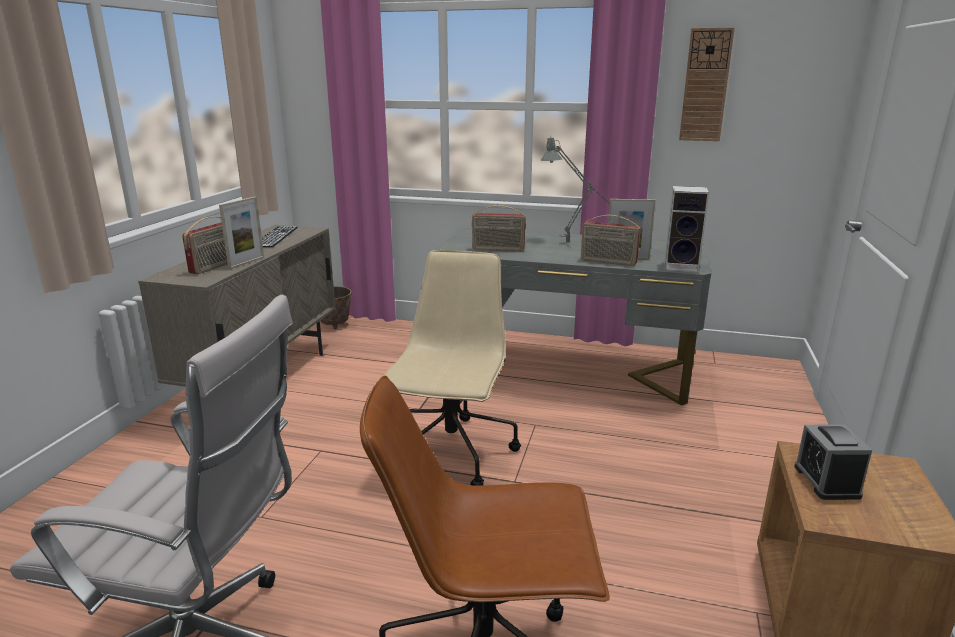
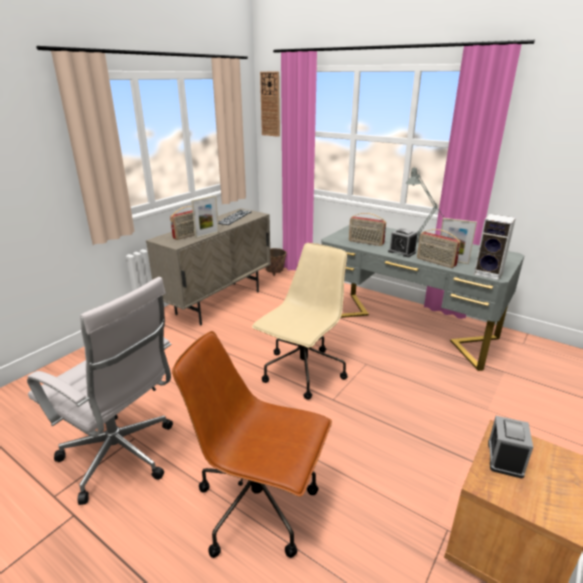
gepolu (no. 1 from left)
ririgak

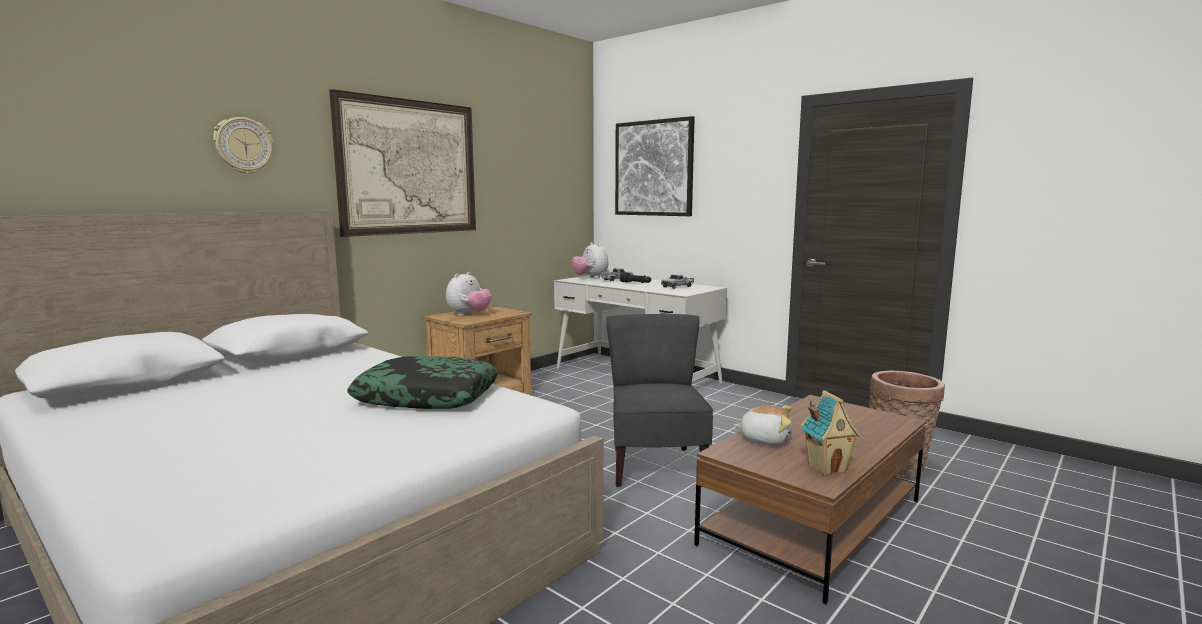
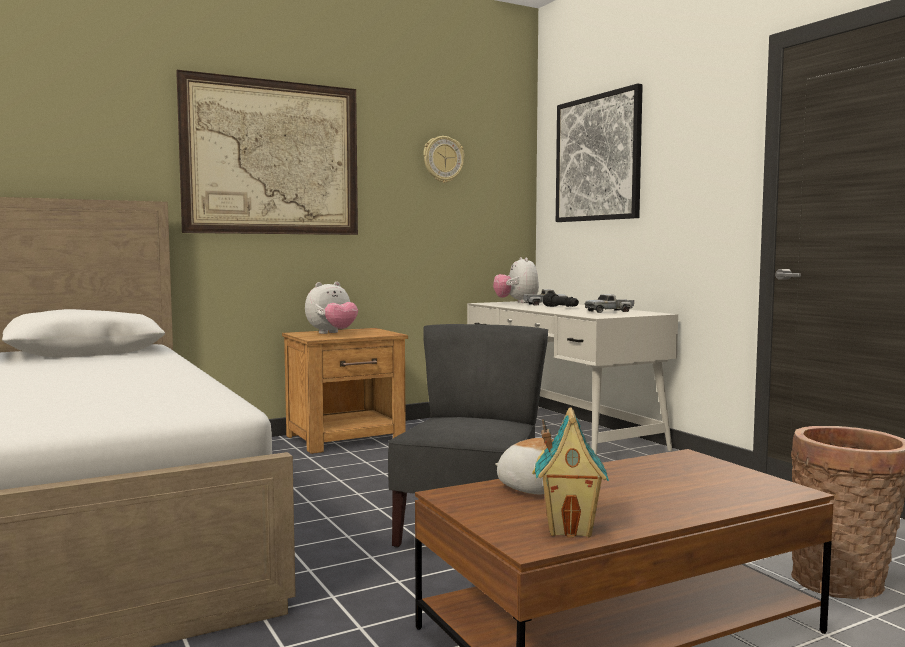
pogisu
ririgak

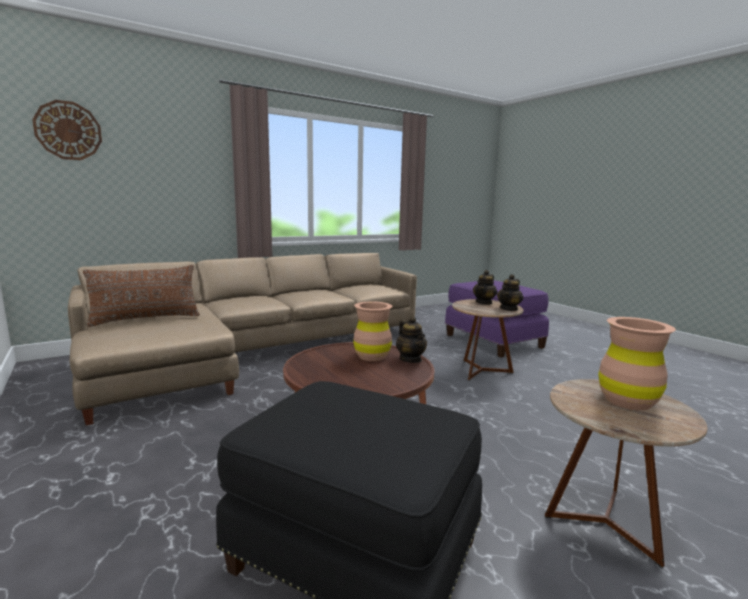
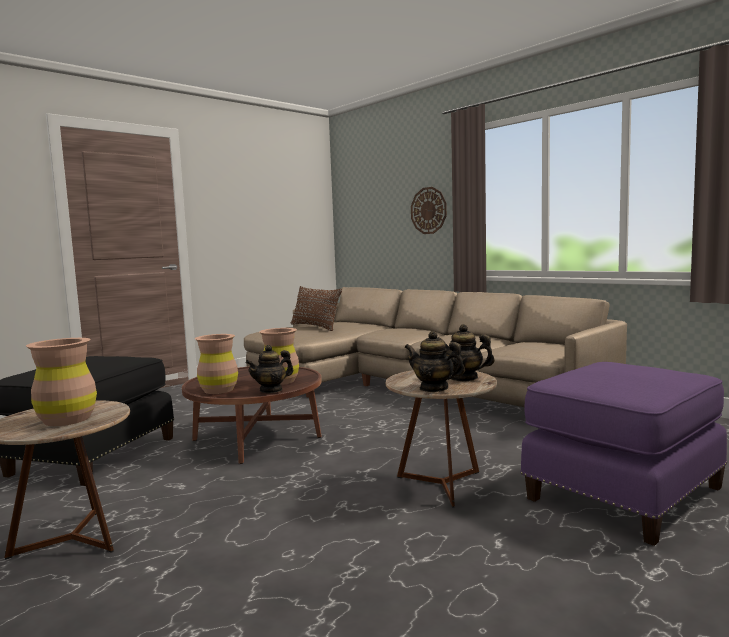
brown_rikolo (no. 2 from left)
ririgak

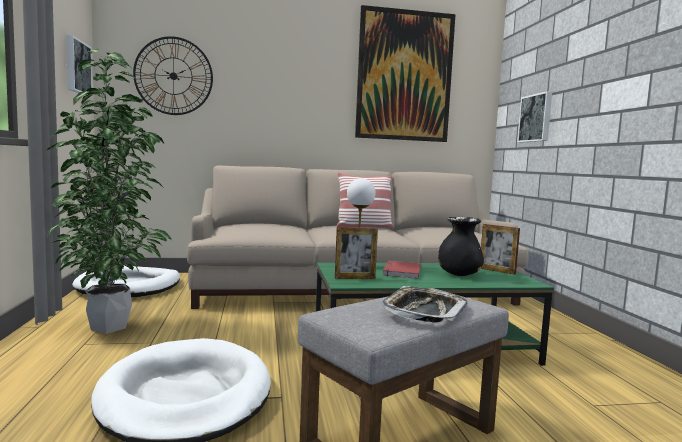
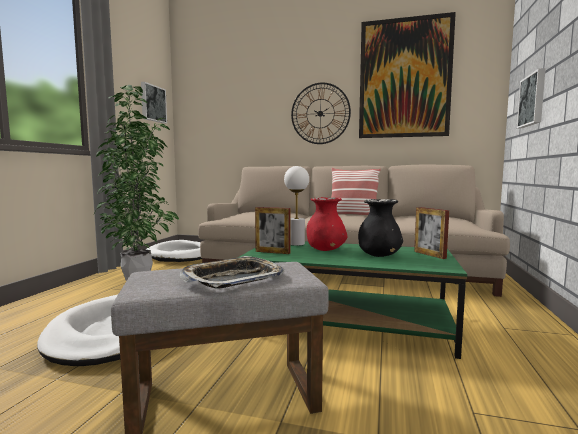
ririgak
red_rikolo

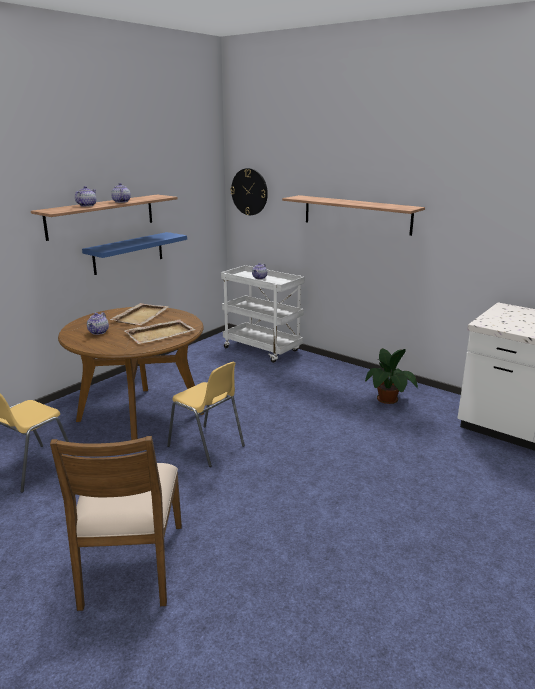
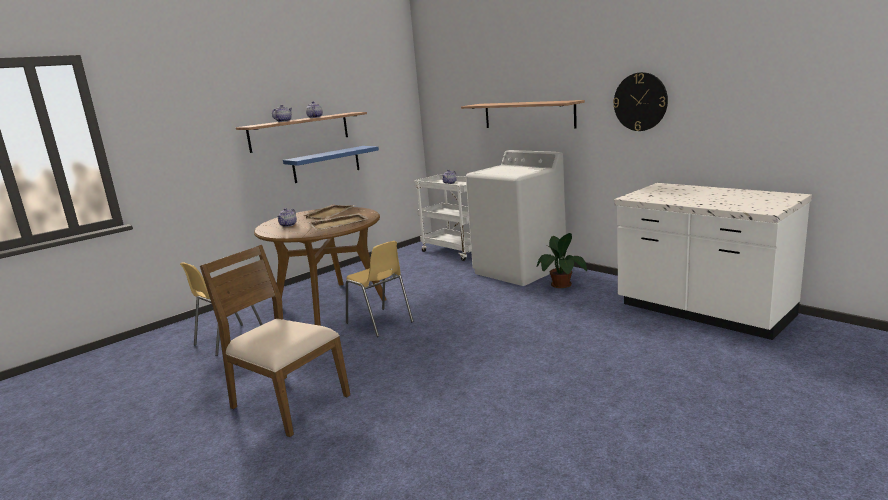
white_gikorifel
ririgak
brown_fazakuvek

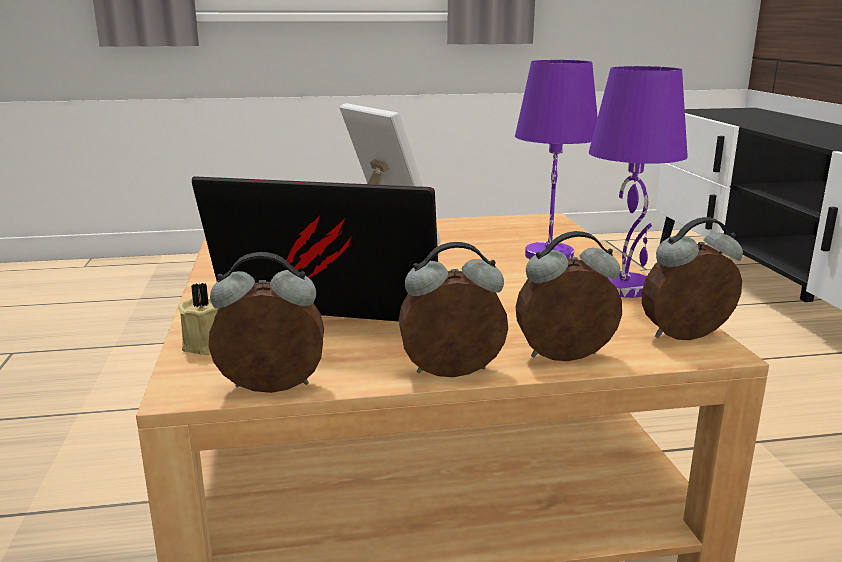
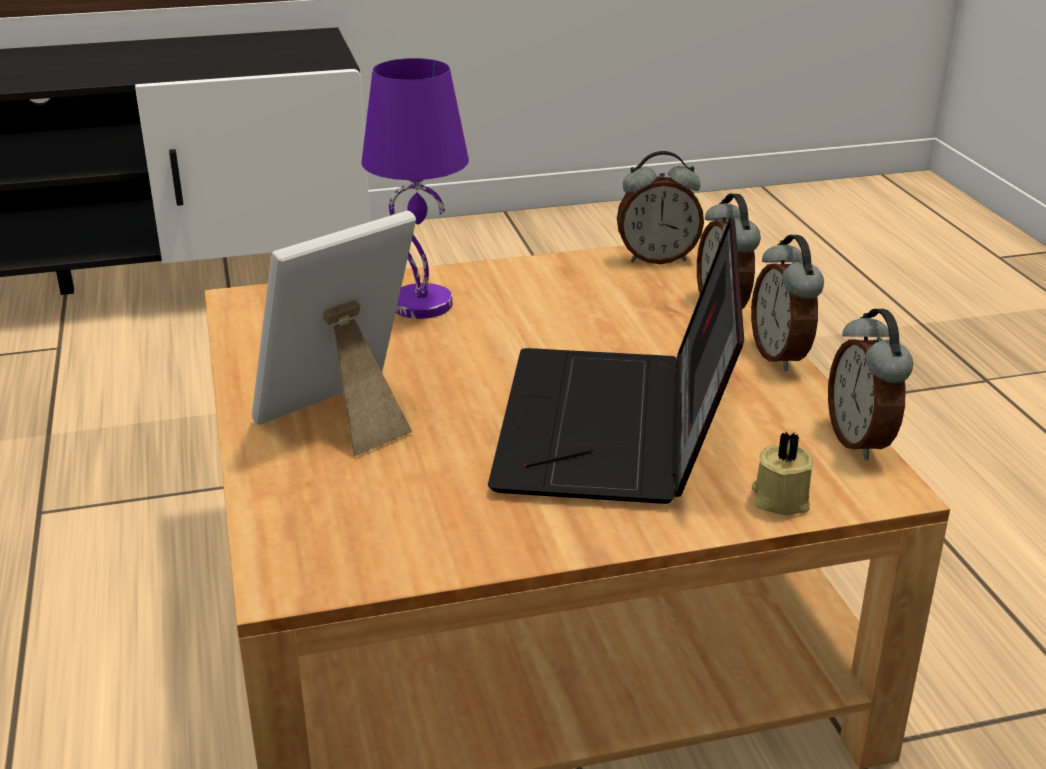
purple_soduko (no. 2 from left in the first image)
gepolu (no. 1 from left)

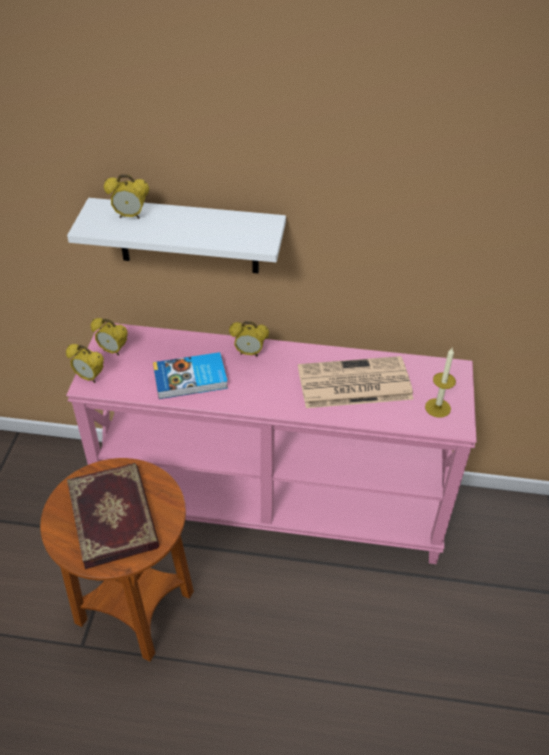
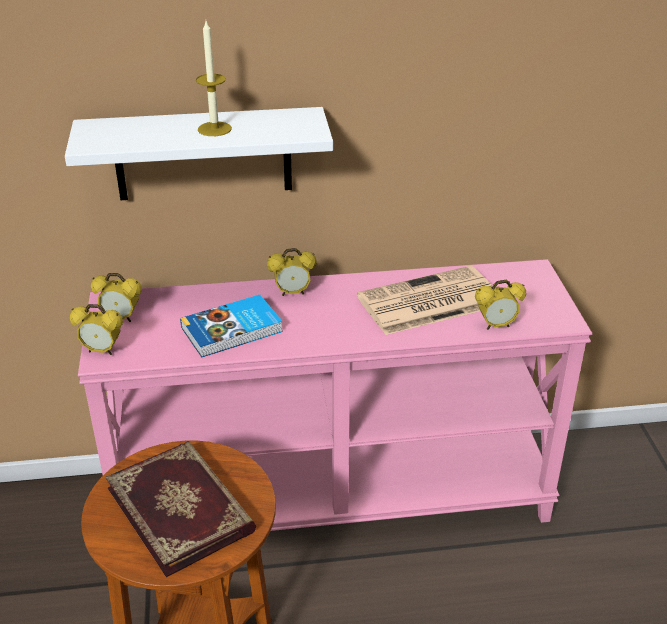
gepolu (no. 4 from left)
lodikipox

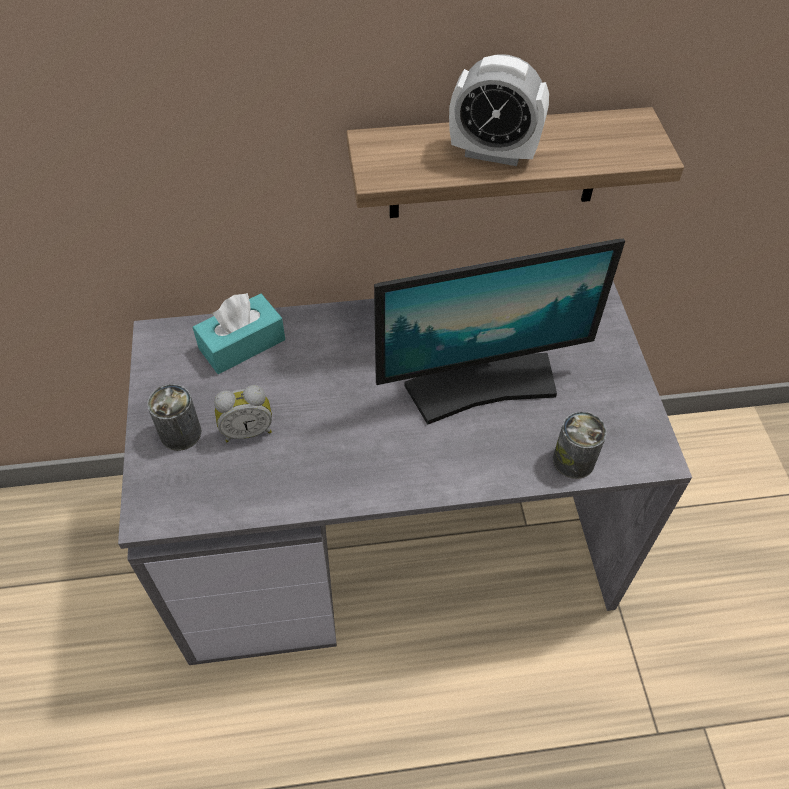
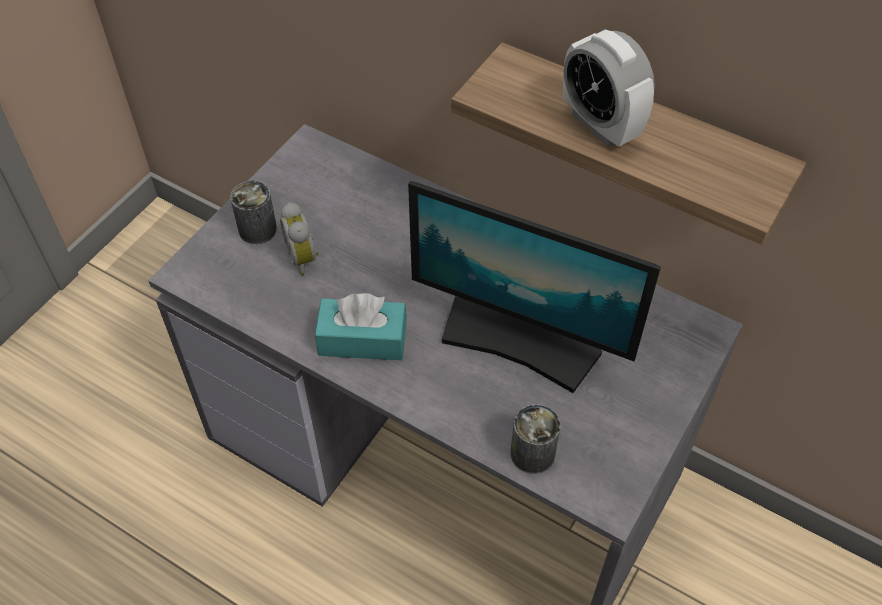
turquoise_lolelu
gepolu (no. 1 from left)

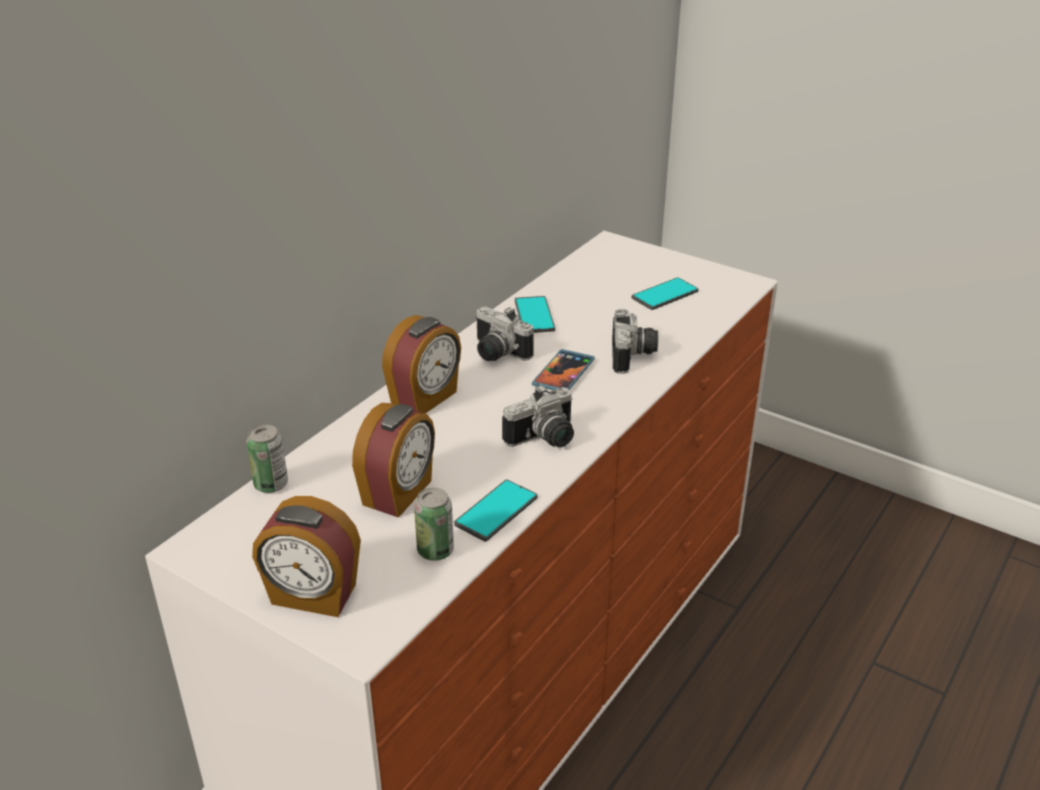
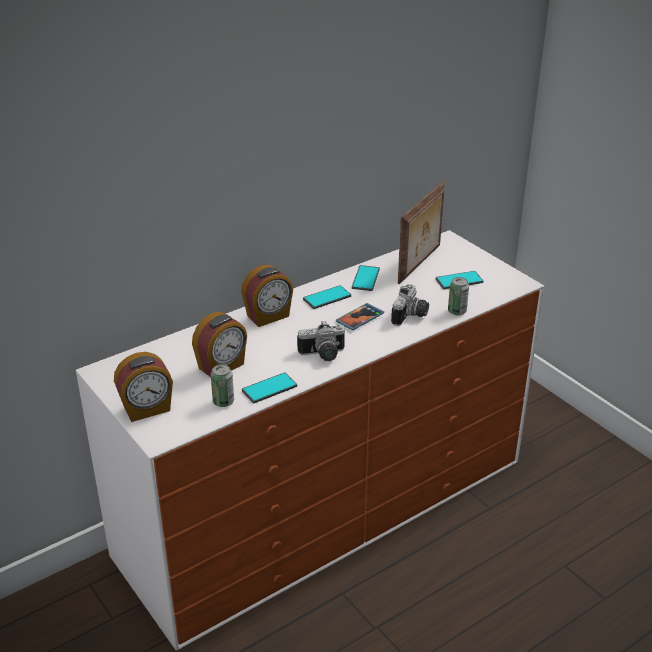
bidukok
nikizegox (no. 2 from left)
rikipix (no. 2 from left)
gepolu (no. 1 from left)

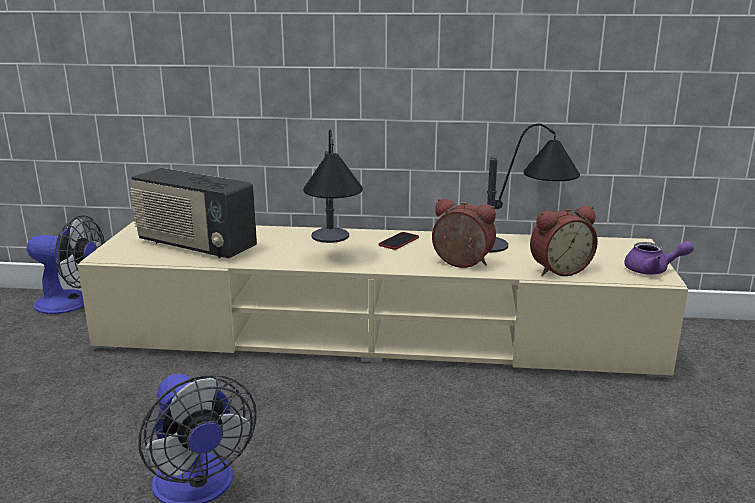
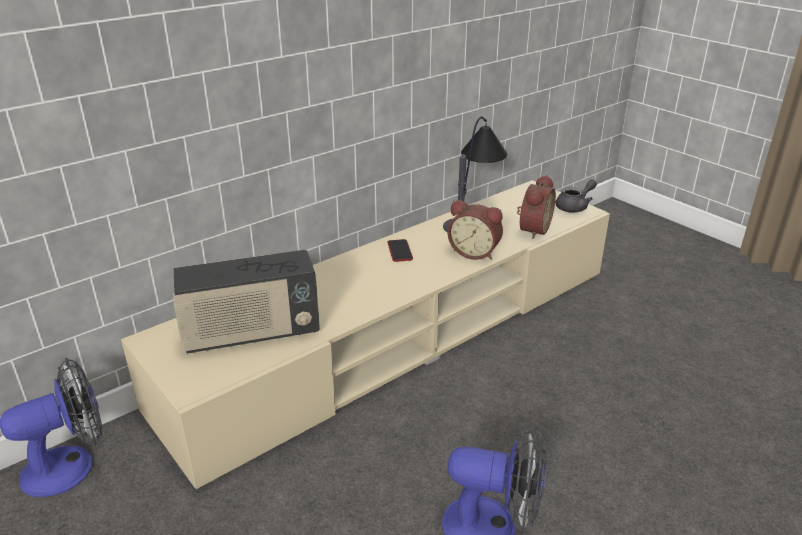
soduko (no. 1 from left in the first image)
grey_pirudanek
gepolu (no. 1 from left)

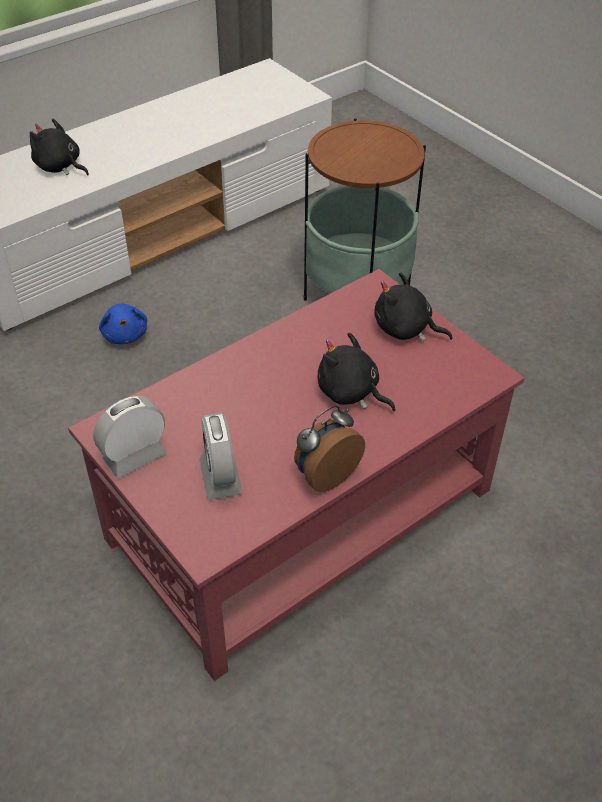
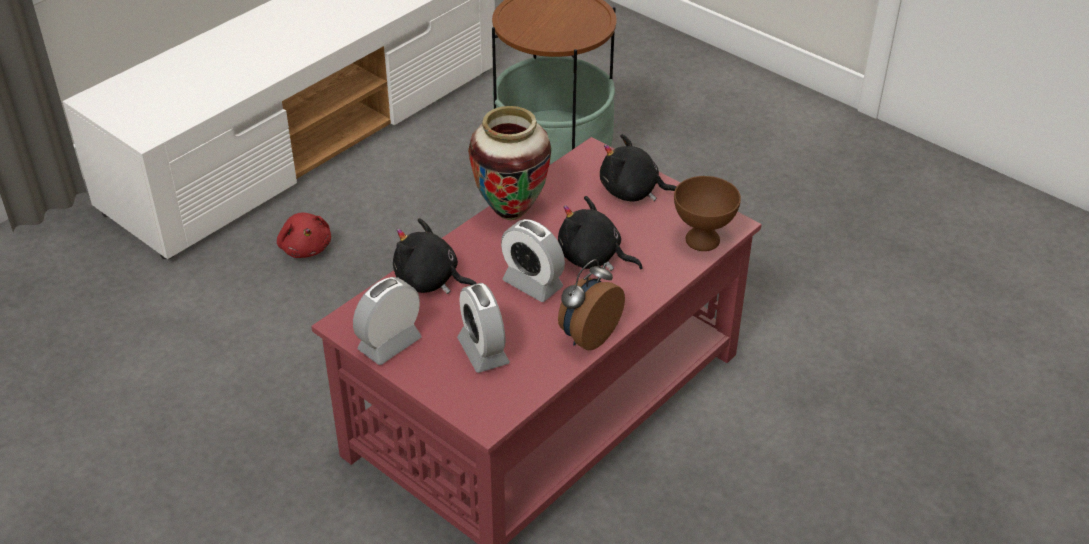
rikolo
gepolu (no. 3 from left)
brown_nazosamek
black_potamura (no. 1 from left)
red_potamura

